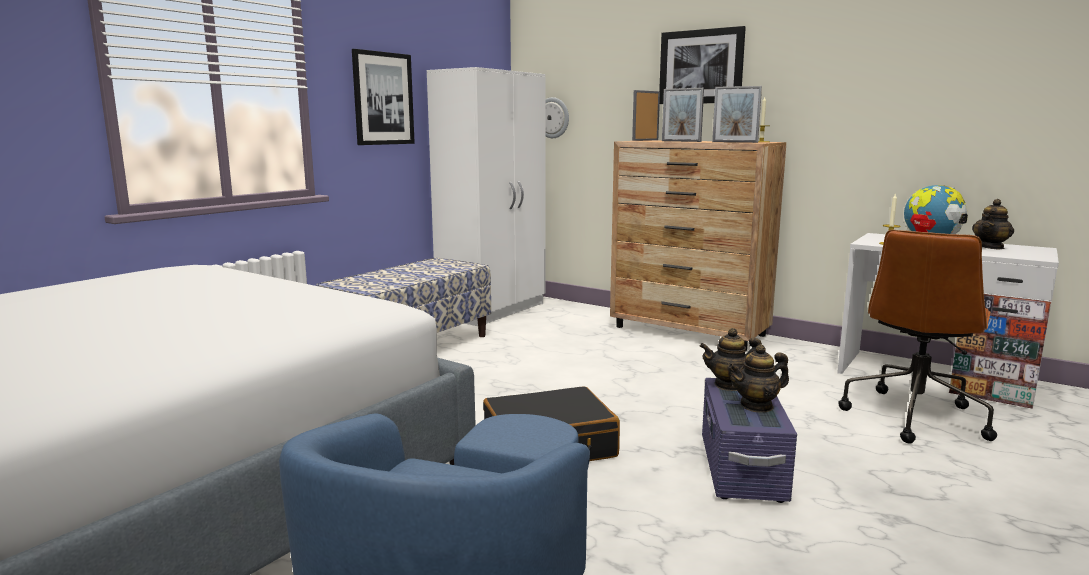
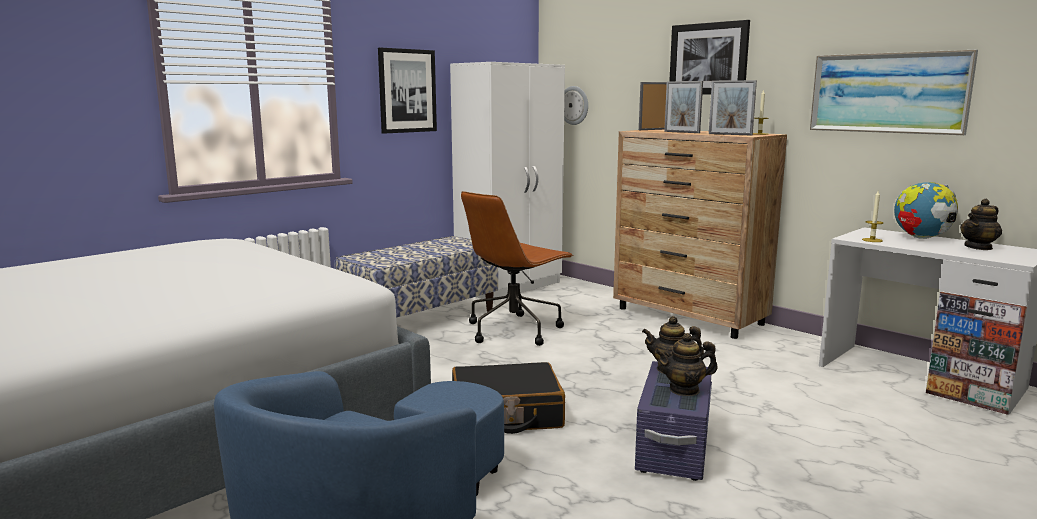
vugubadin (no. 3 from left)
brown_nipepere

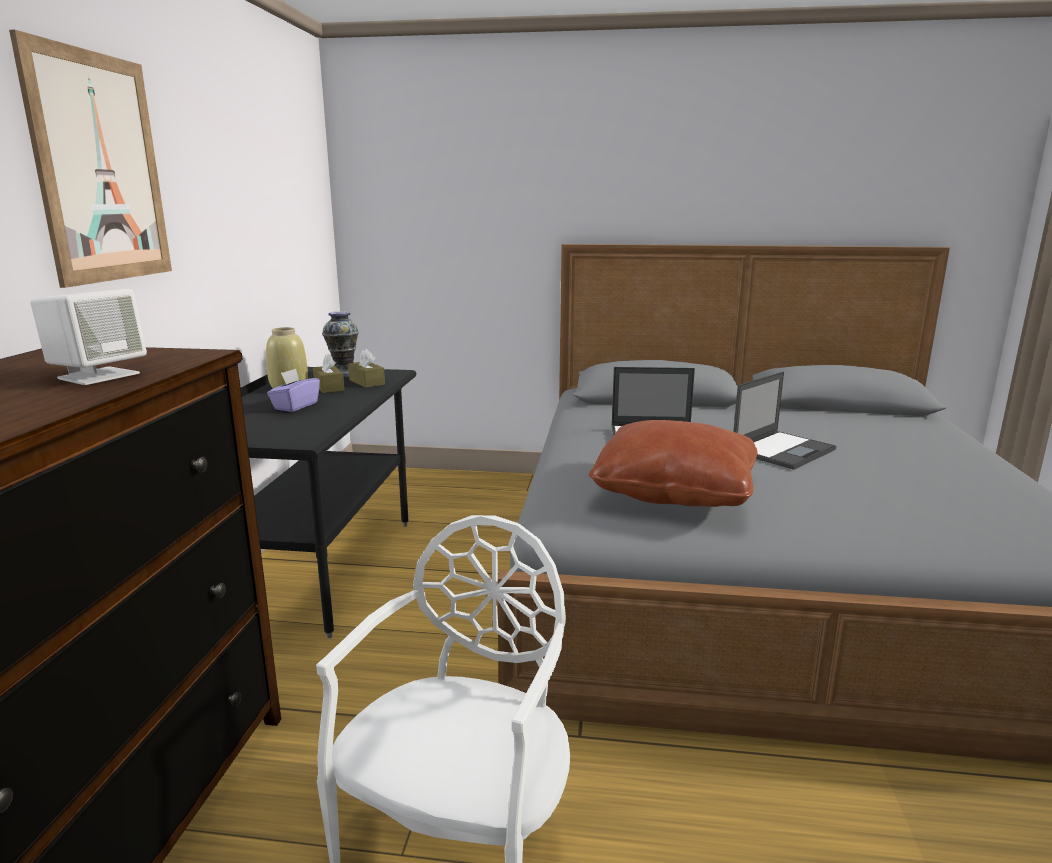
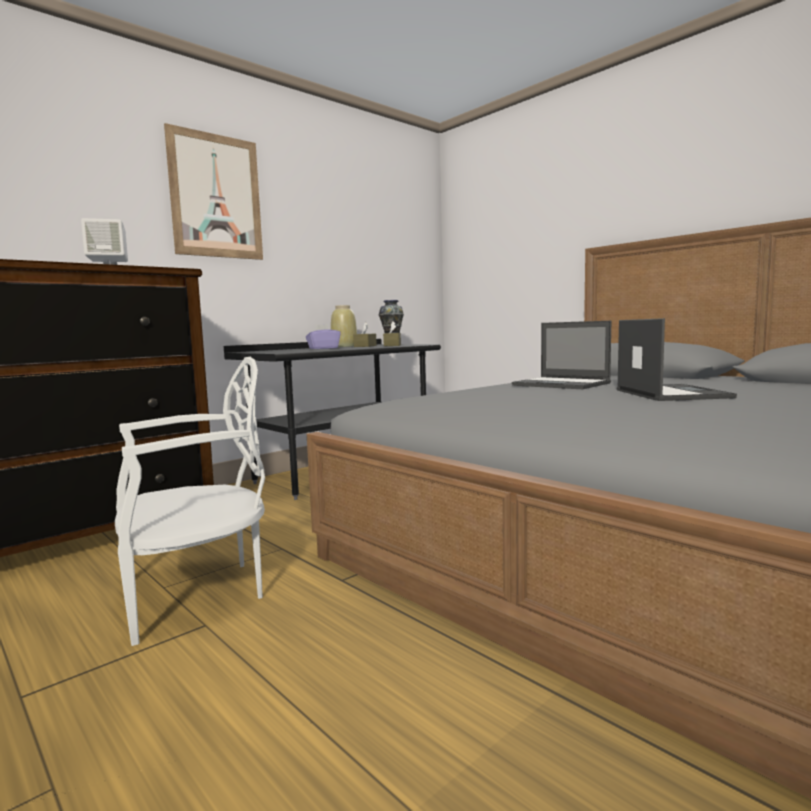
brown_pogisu
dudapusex (no. 2 from left)

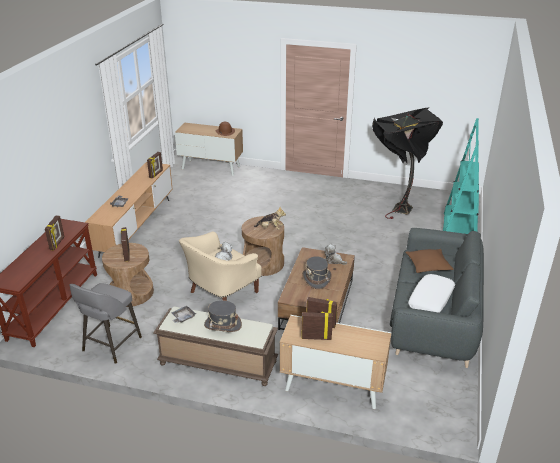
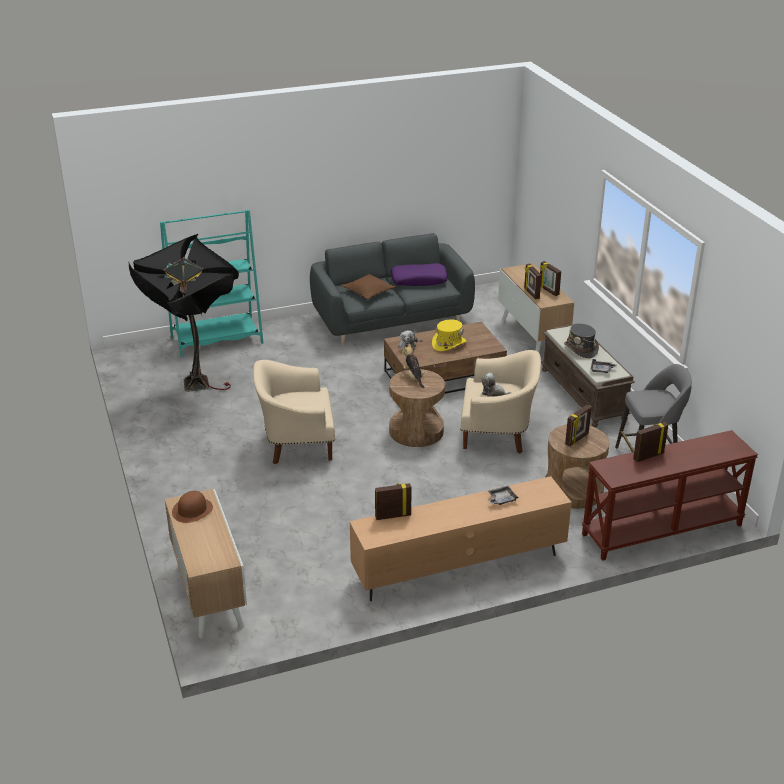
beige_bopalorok (no. 1 from left)
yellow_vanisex
purple_pogisu

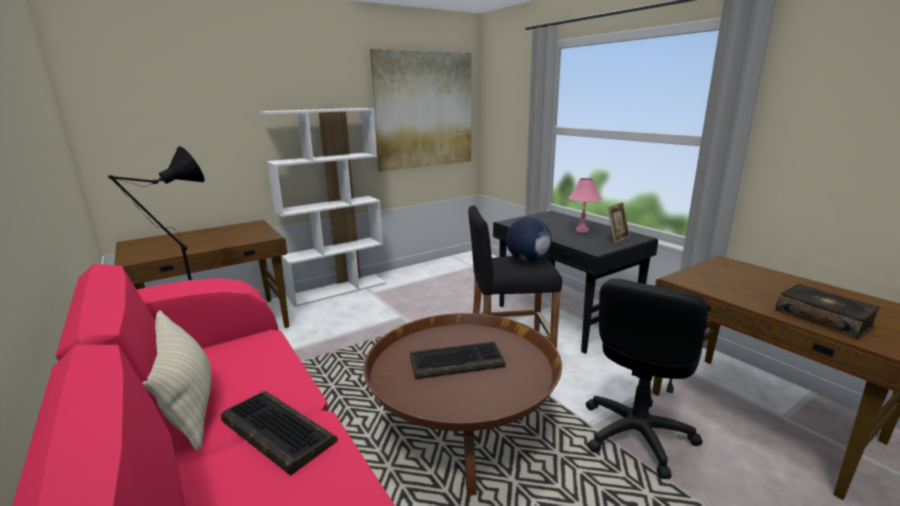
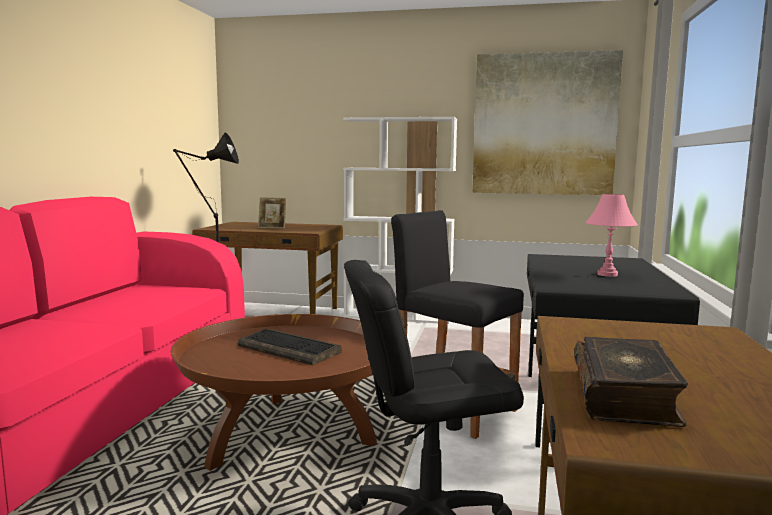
beige_pogisu
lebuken (no. 1 from left in the first image)
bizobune
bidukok

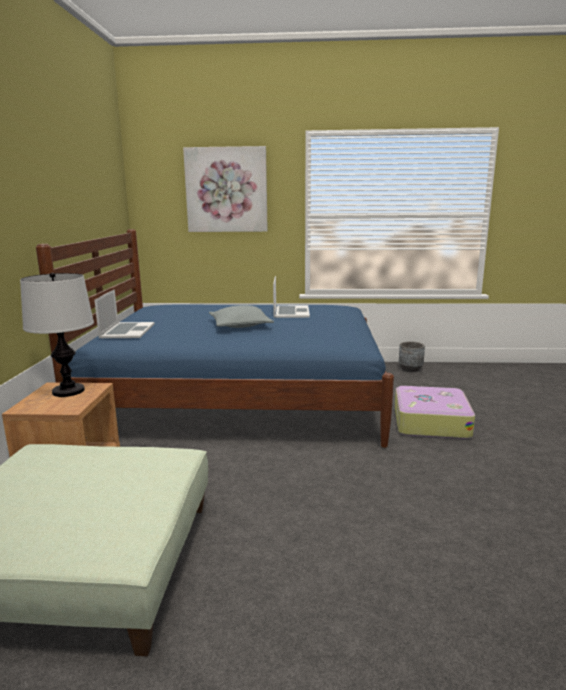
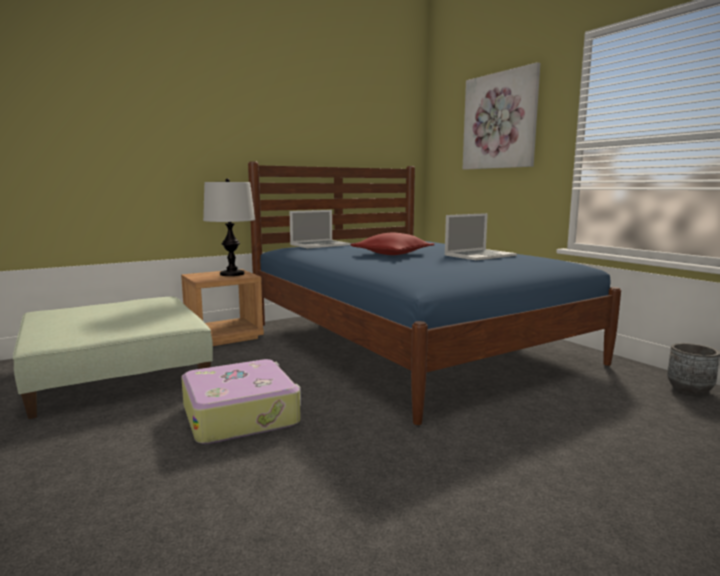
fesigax
red_pogisu

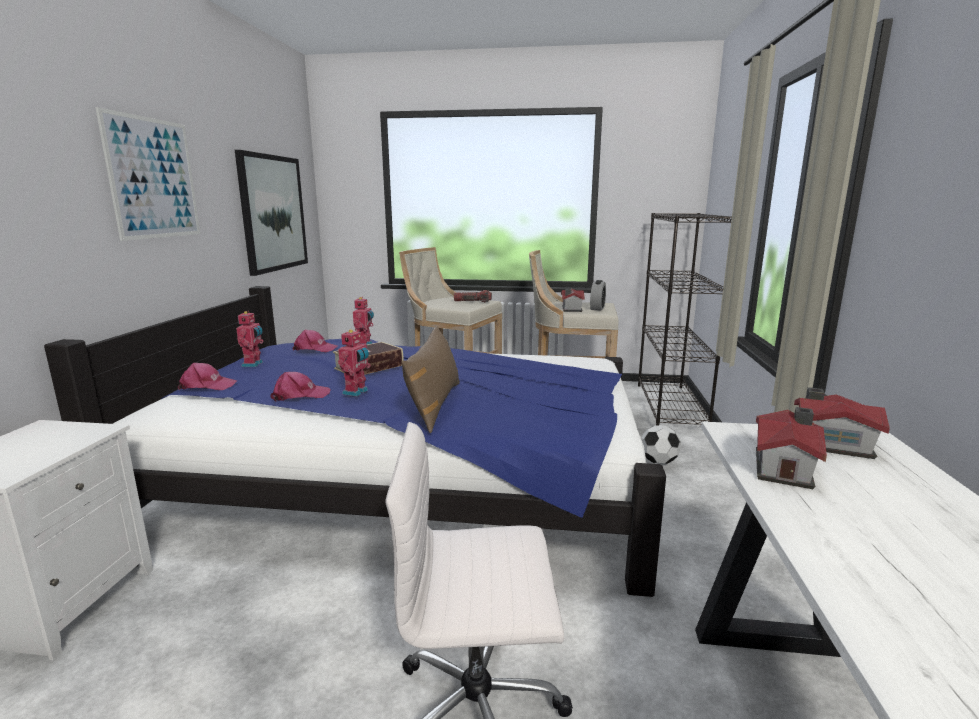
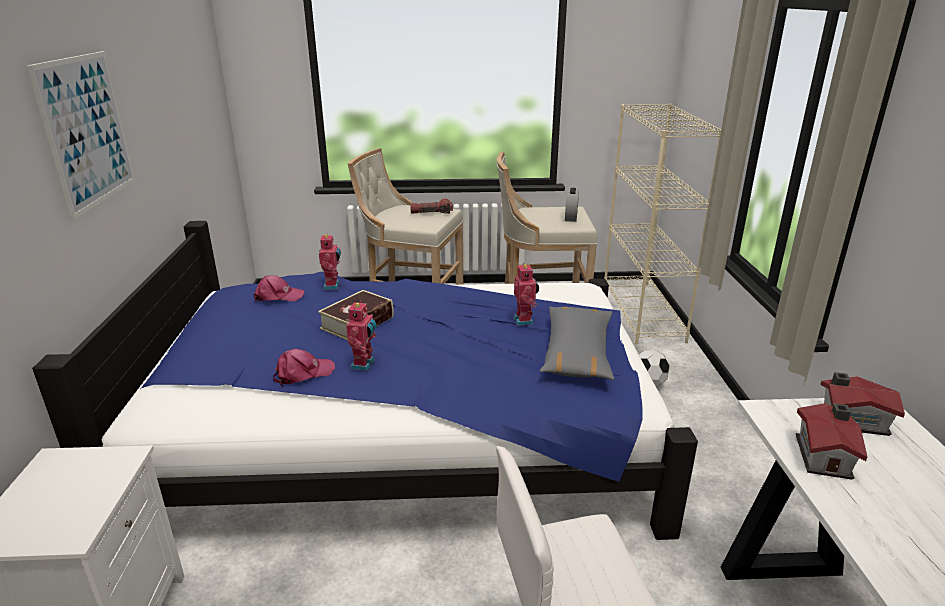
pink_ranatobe (no. 1 from left in the first image)
vugubadin (no. 2 from left in the first image)
brown_pogisu
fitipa (no. 1 from left in the first image)
grey_pogisu
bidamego (no. 3 from left)
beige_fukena

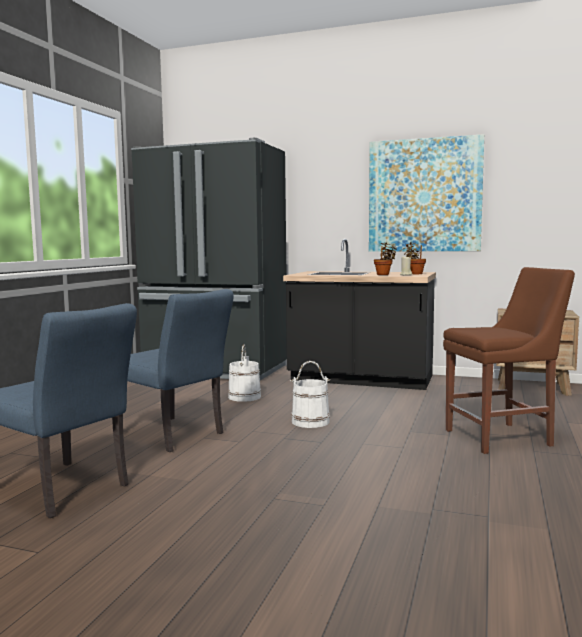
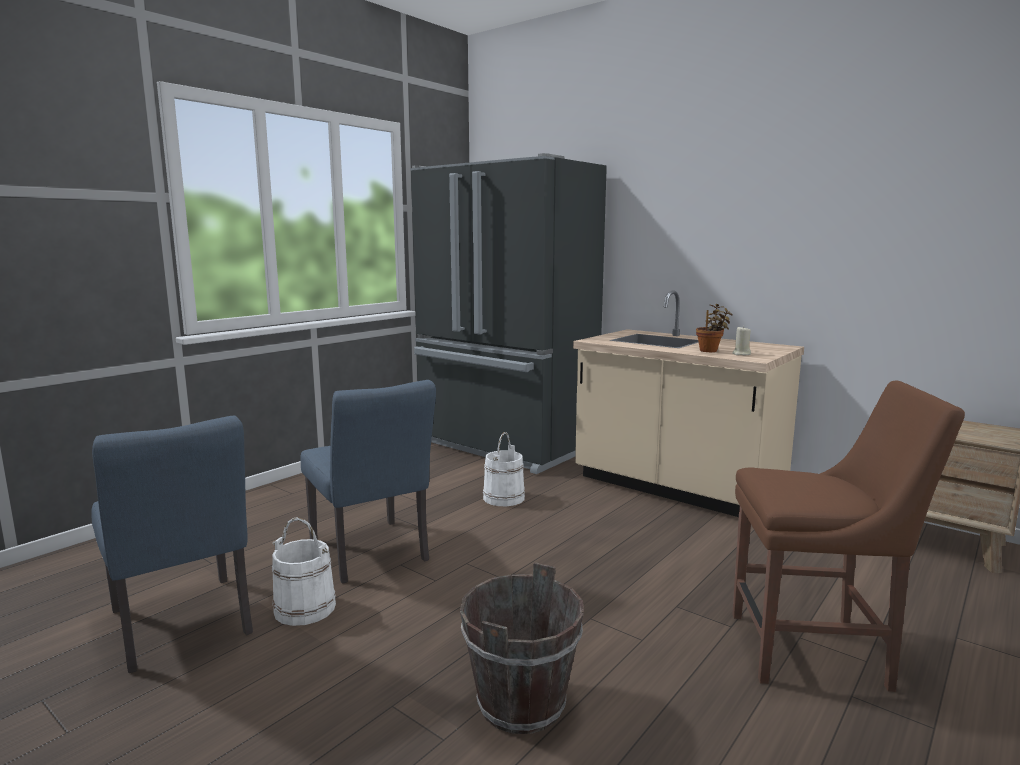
vugubadin
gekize (no. 2 from left in the first image)
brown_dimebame
white_dimebame (no. 1 from left)
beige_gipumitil

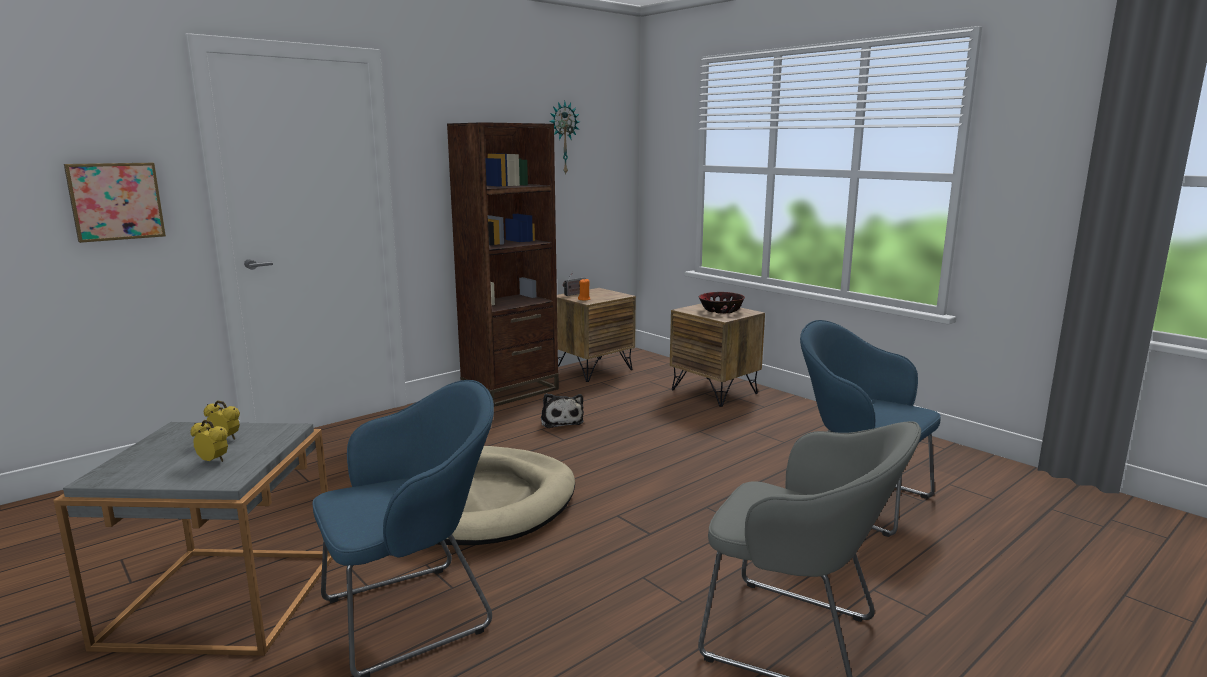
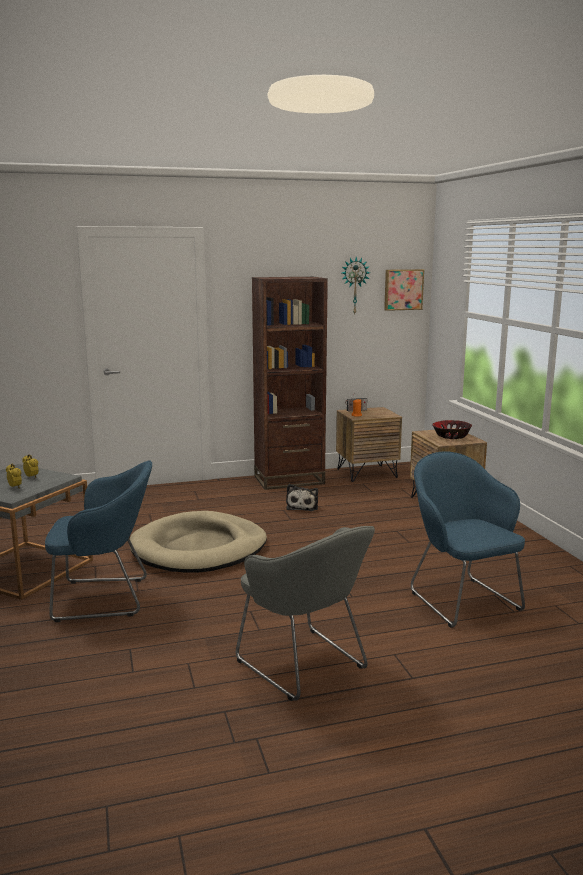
vugubadin

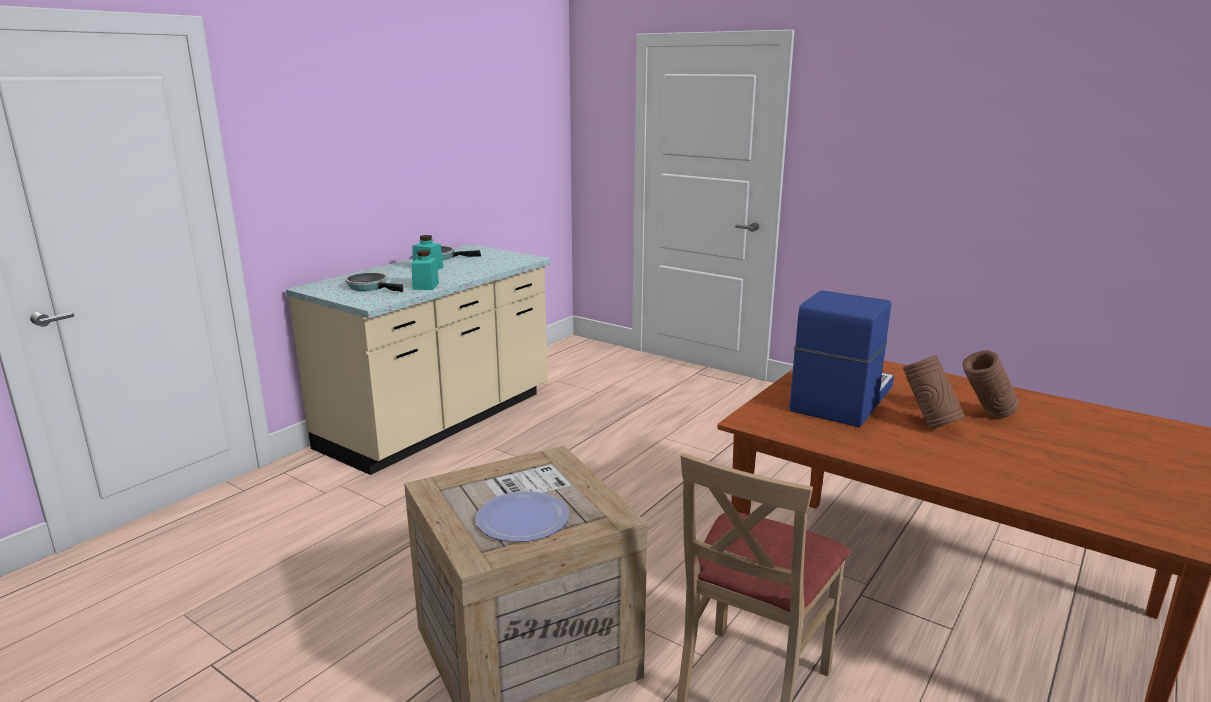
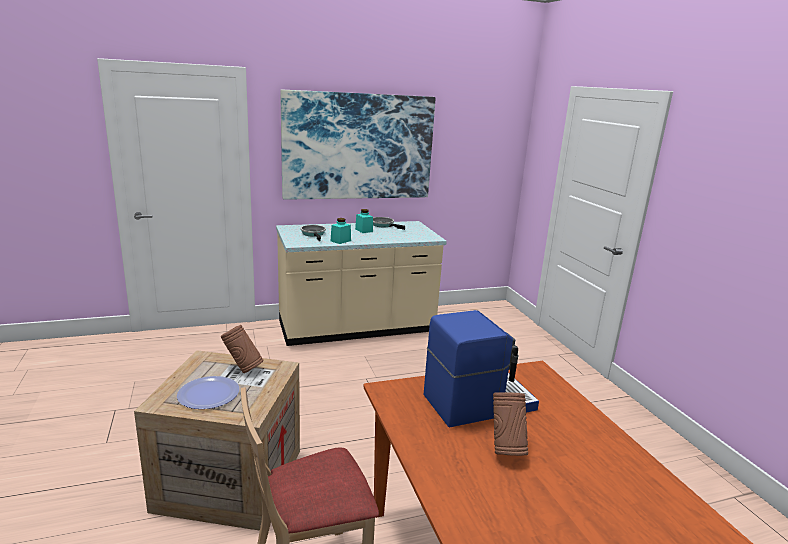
vugubadin
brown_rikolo (no. 1 from left)

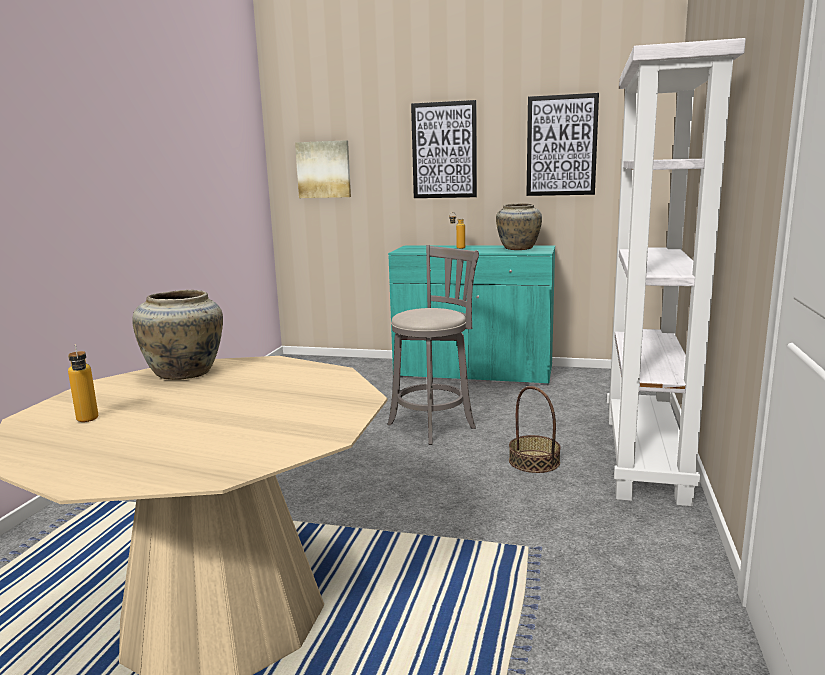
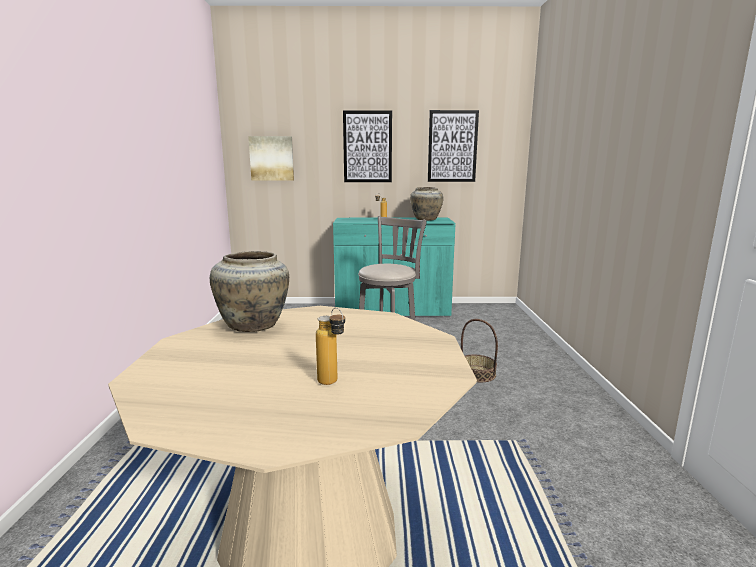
white_fukena
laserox (no. 1 from left)

